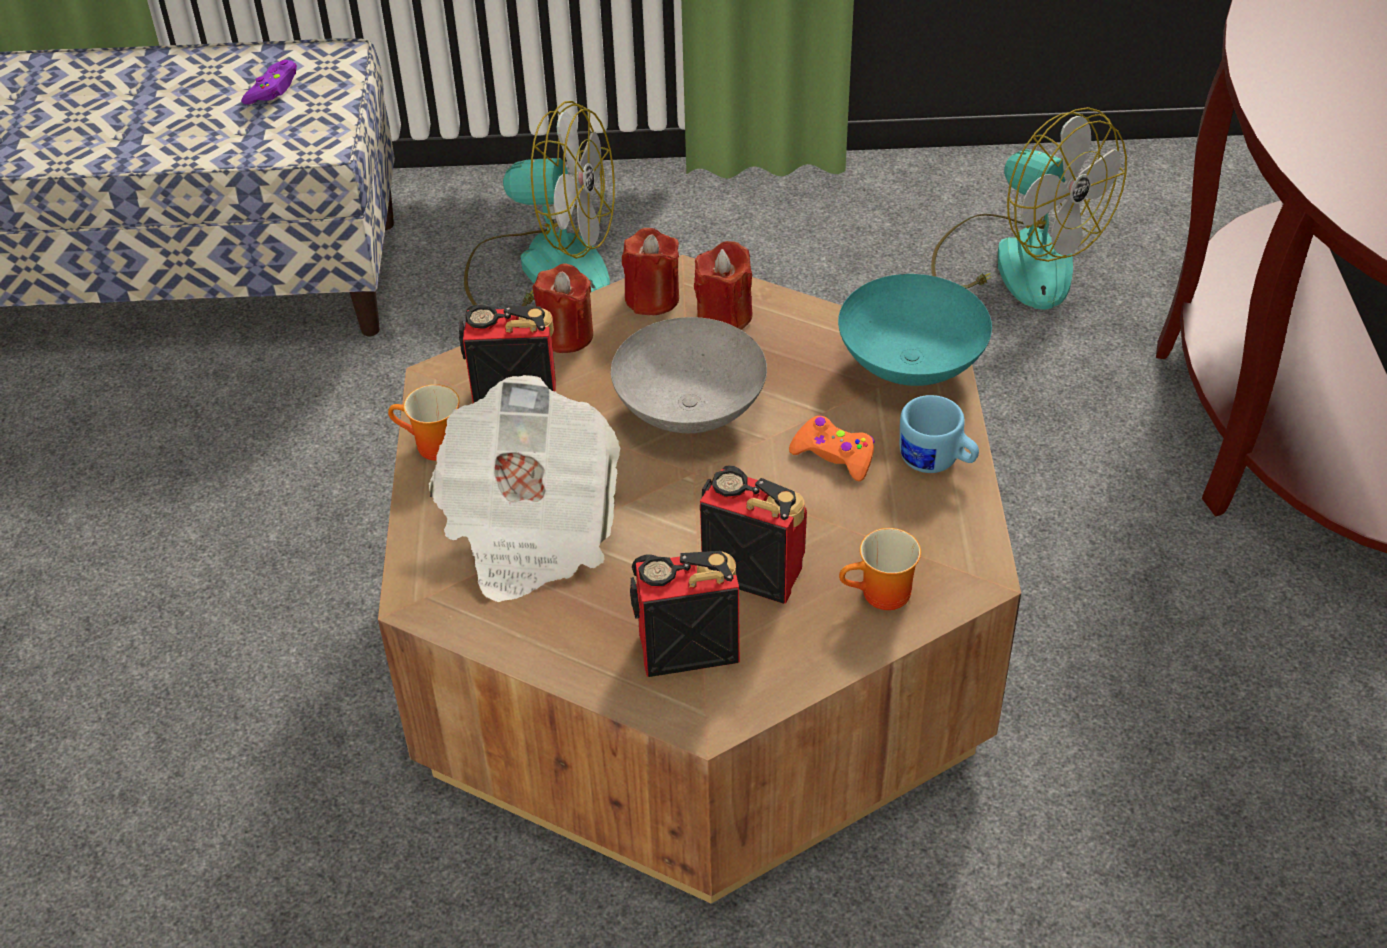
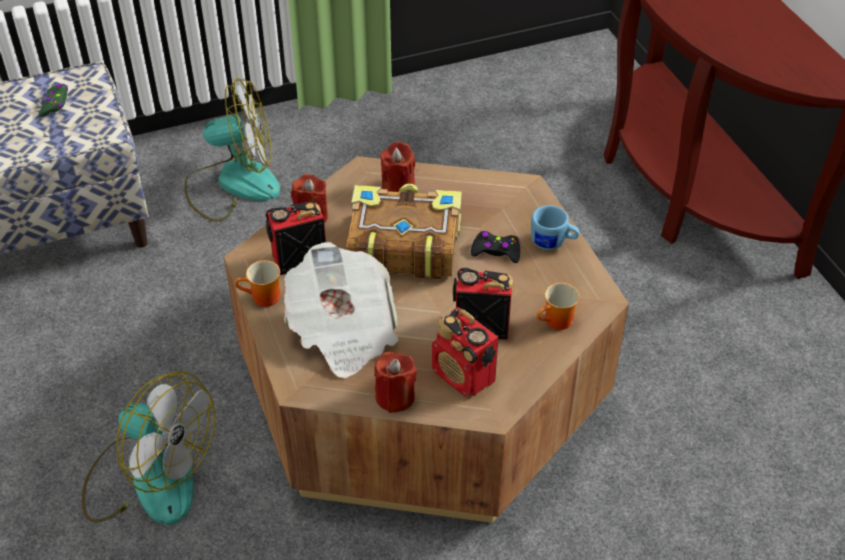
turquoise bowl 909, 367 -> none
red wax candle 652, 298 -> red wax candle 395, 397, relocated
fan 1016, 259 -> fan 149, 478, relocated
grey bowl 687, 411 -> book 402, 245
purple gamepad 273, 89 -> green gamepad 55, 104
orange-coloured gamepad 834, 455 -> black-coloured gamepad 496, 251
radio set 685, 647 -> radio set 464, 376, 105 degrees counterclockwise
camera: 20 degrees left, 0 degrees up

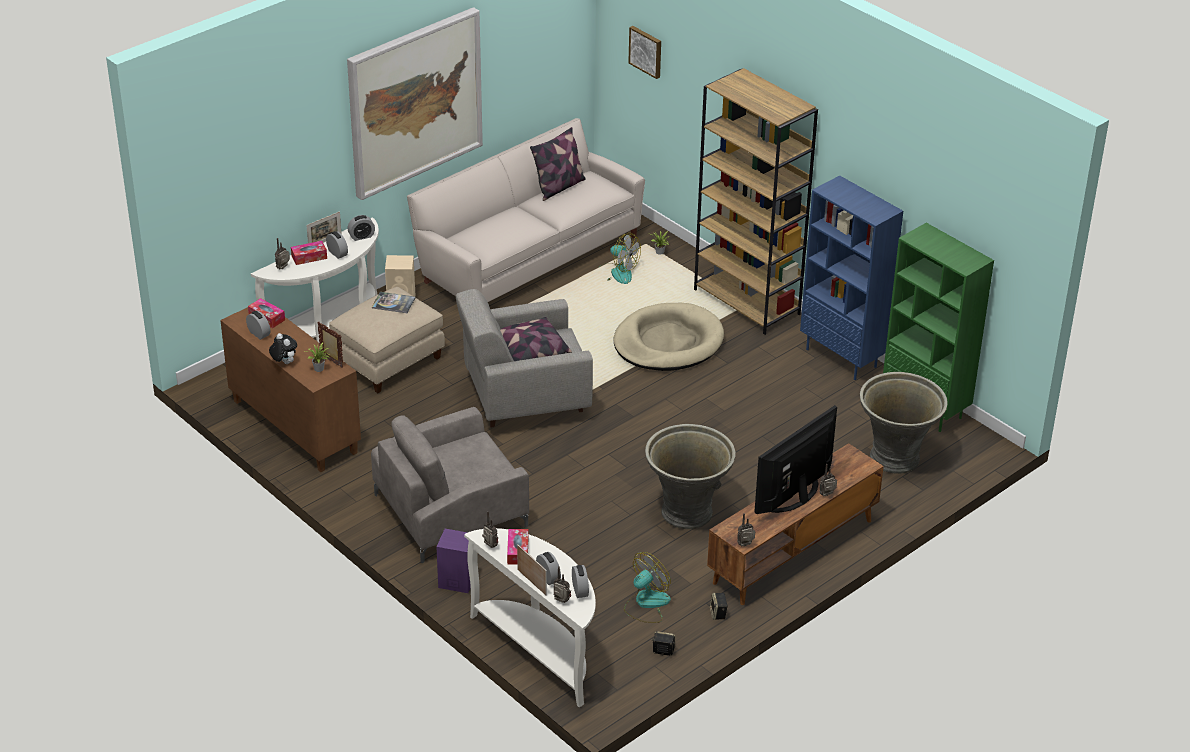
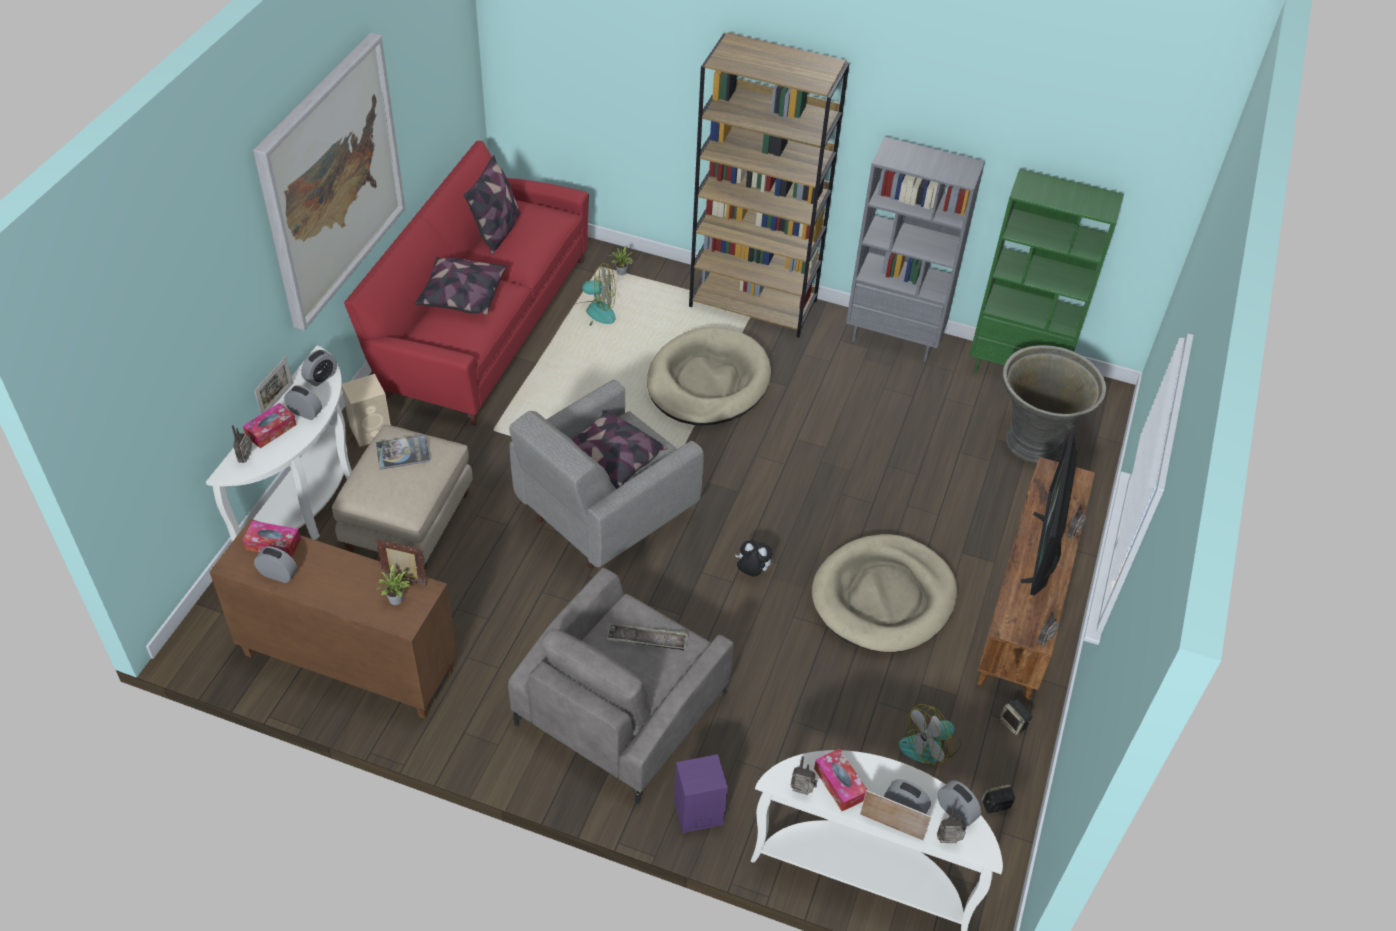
wall art 646, 51 -> none
none -> pillow 461, 296
none -> tray 647, 640
plush toy 284, 362 -> plush toy 751, 572, relocated
grey flower pot 687, 512 -> sand-coloured dog cushion 883, 597
sand-coloured couch 527, 257 -> red couch 481, 324
blue bookcase 842, 358 -> grey bookcase 894, 339
fan 646, 604 -> fan 930, 745, 135 degrees counterclockwise
camera: 30 degrees left, 10 degrees up

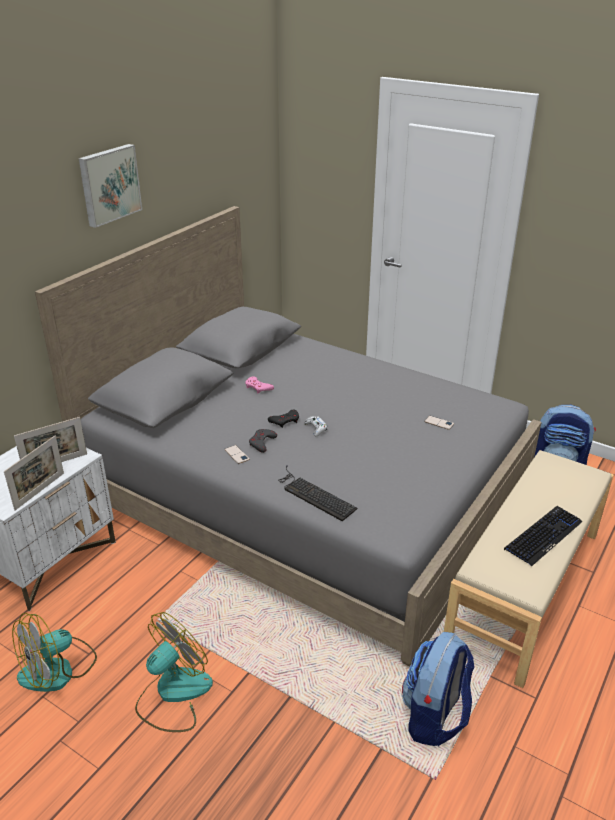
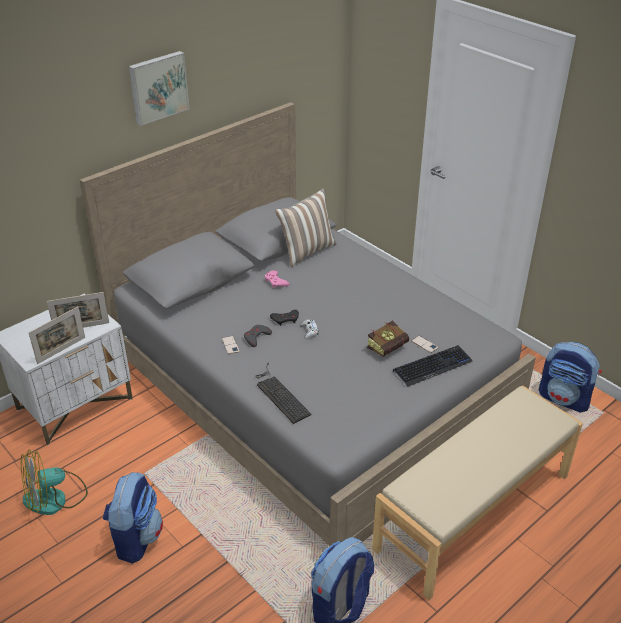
none -> pillow 306, 251
none -> book 390, 347
PC keyboard 543, 536 -> PC keyboard 432, 366, relocated
fan 173, 694 -> backpack 136, 538
camera: 15 degrees right, 5 degrees up

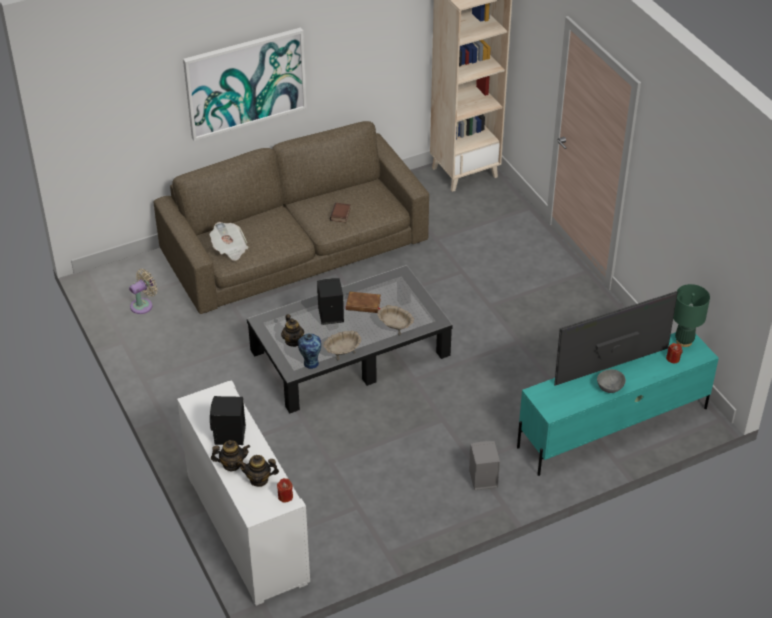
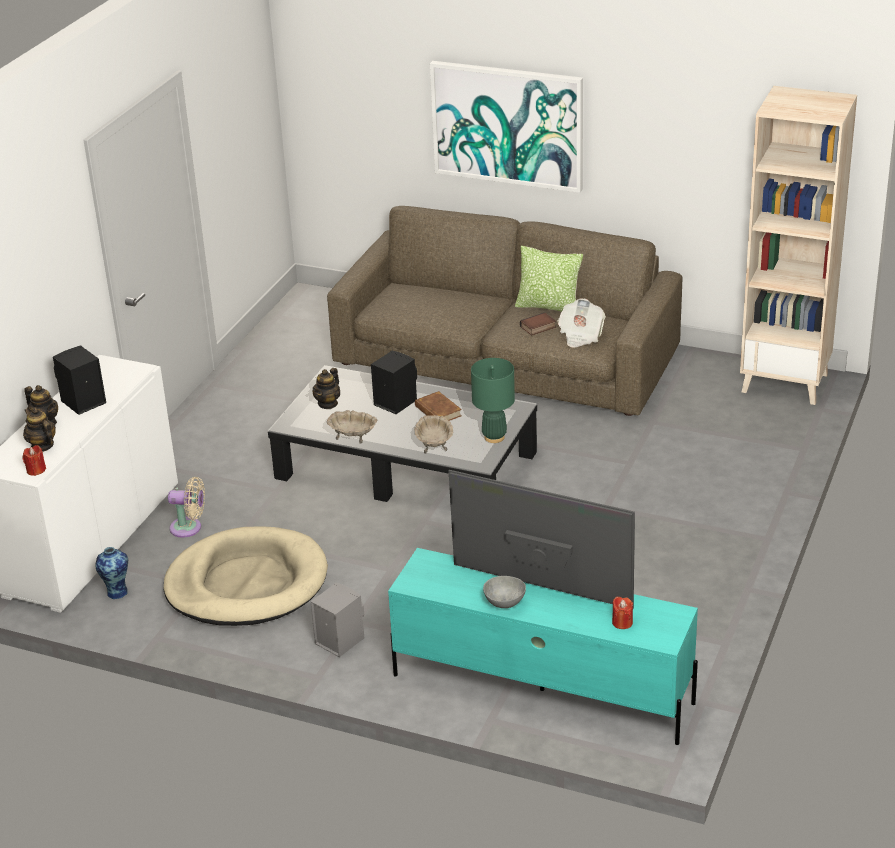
none -> sand-coloured dog cushion 247, 583
none -> pillow 548, 307
sand-coloured fan 143, 305 -> sand-coloured fan 189, 528, relocated
printed paper 229, 249 -> printed paper 580, 335, relocated
vase 310, 363 -> vase 117, 592, relocated
green lamp for a table 684, 341 -> green lamp for a table 494, 437, relocated
camera: 50 degrees right, 10 degrees down

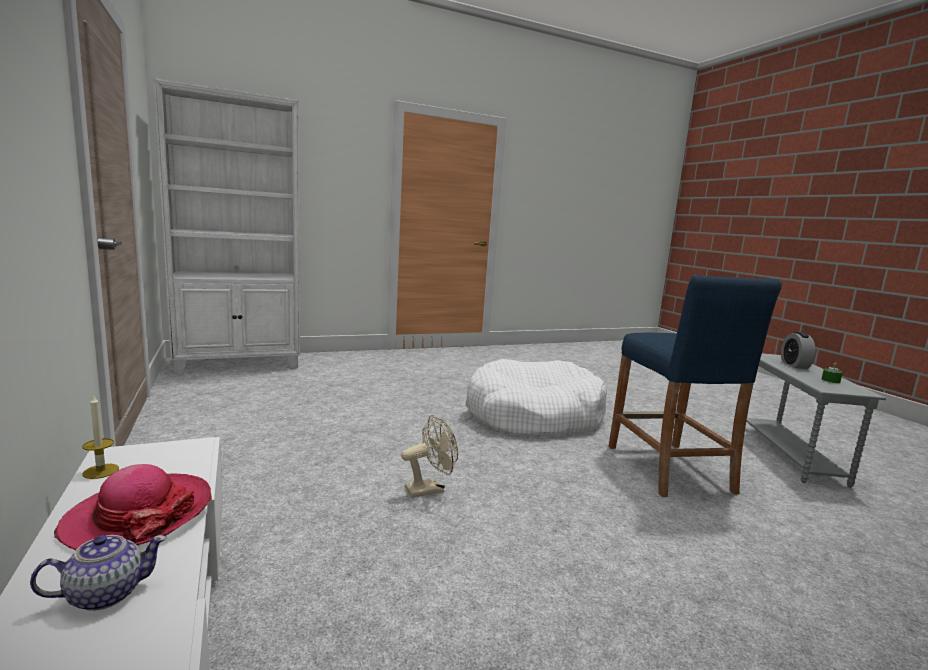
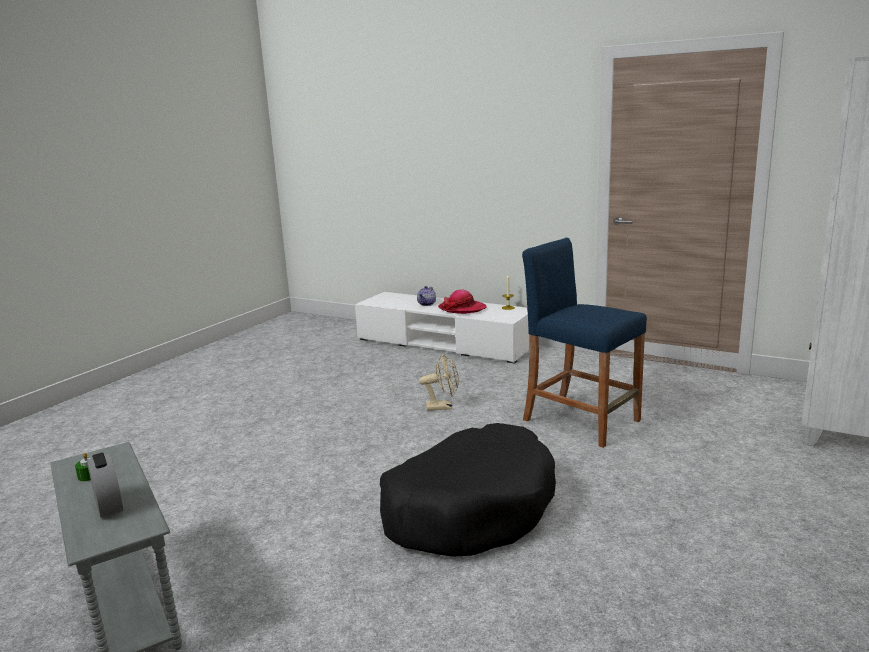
blue stool seat 668, 468 -> blue stool seat 581, 420, relocated
whitish dog cushion 533, 415 -> black-coloured dog cushion 469, 508
sand-coloured fan 430, 489 -> sand-coloured fan 443, 407, 120 degrees counterclockwise
camera: 145 degrees right, 5 degrees up

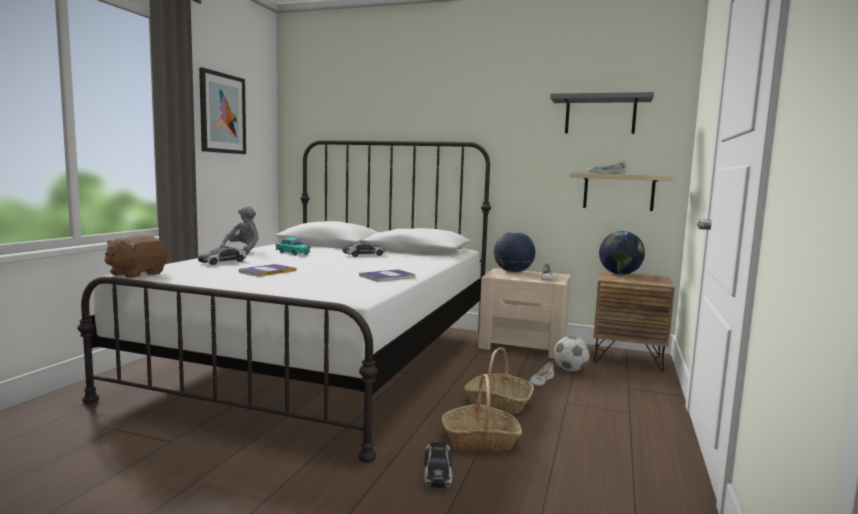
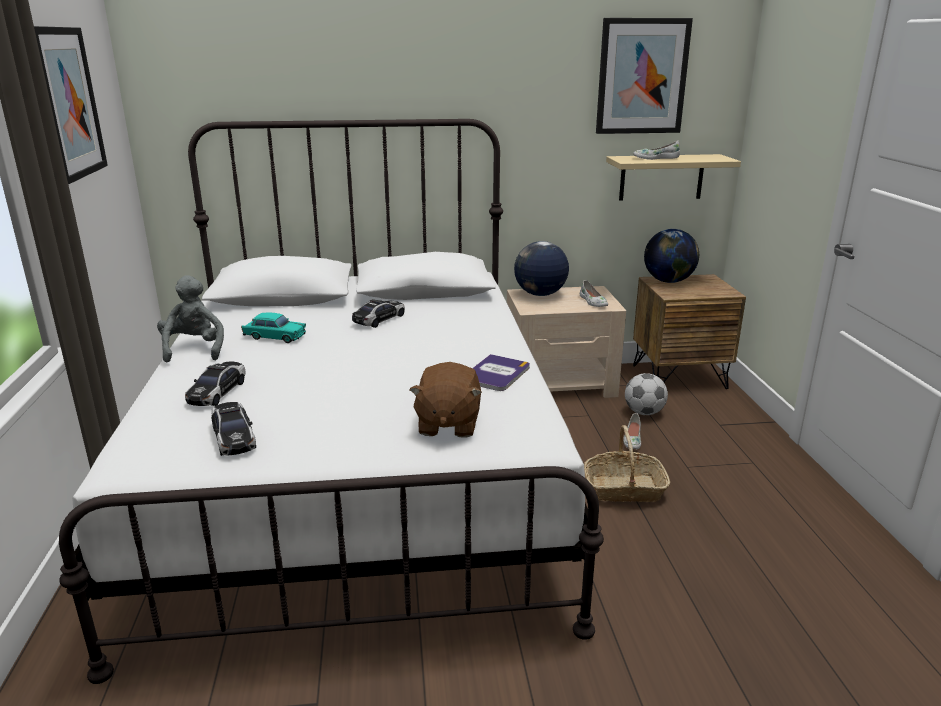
book 267, 271 -> none
basket 480, 440 -> none
brown plush toy 136, 274 -> brown plush toy 447, 424, relocated
toy car 437, 472 -> toy car 233, 437, relocated
grey wall shelf 600, 115 -> wall art 642, 77
camera: 25 degrees left, 15 degrees up

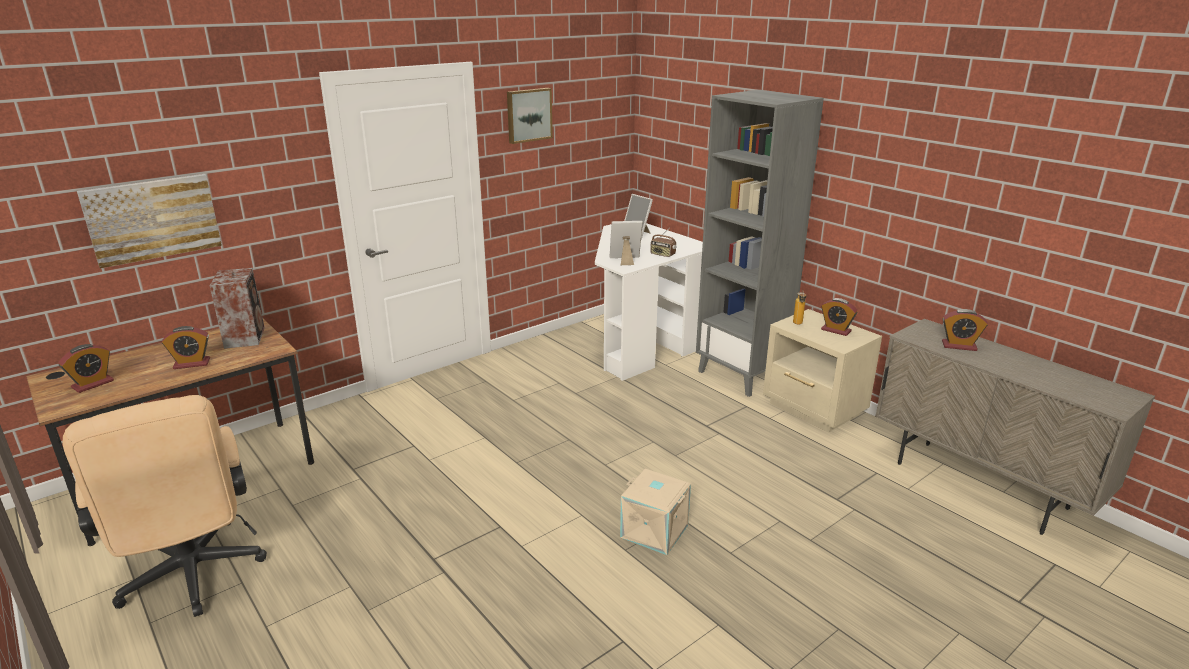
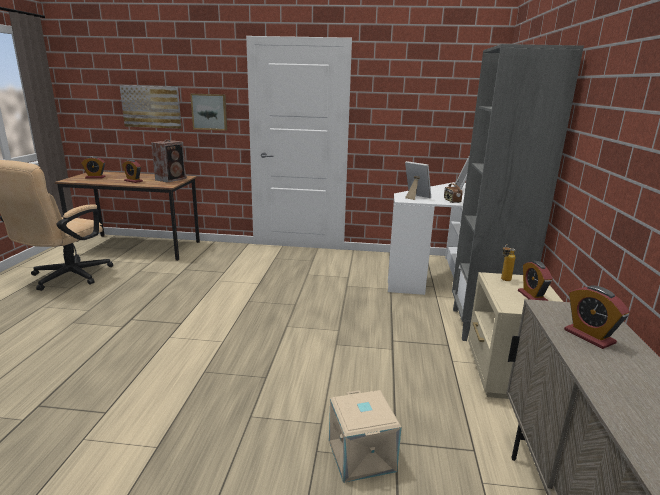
wall art 528, 115 -> wall art 209, 112, relocated
sand-coloured storage box 655, 530 -> sand-coloured storage box 362, 455, relocated
camera: 45 degrees right, 5 degrees down

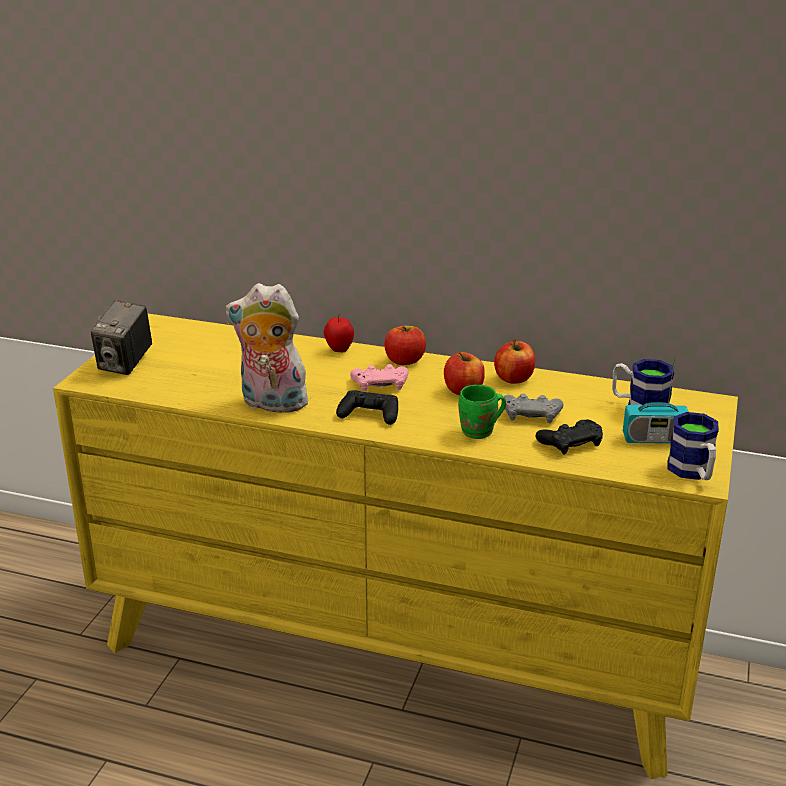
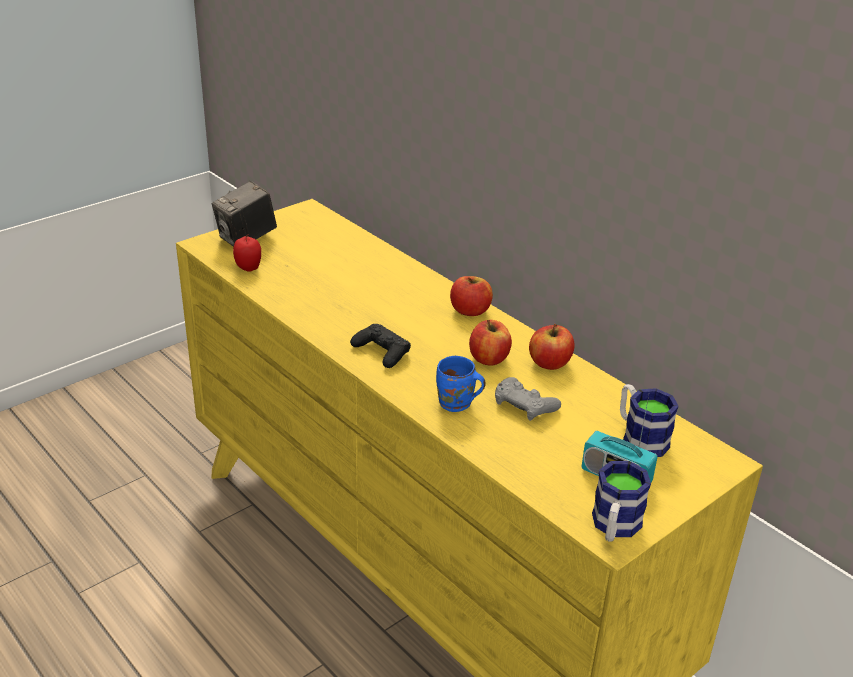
plush toy 271, 404 -> none
pinkish gamepad 380, 384 -> none
black-coloured gamepad 570, 443 -> none
apple 339, 350 -> apple 248, 268, relocated
green coffee mug 480, 432 -> blue coffee mug 456, 405
camera: 30 degrees right, 5 degrees up

